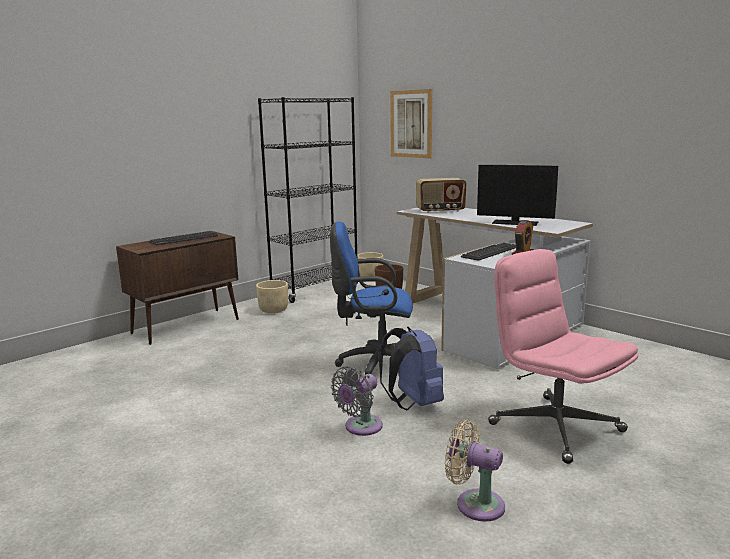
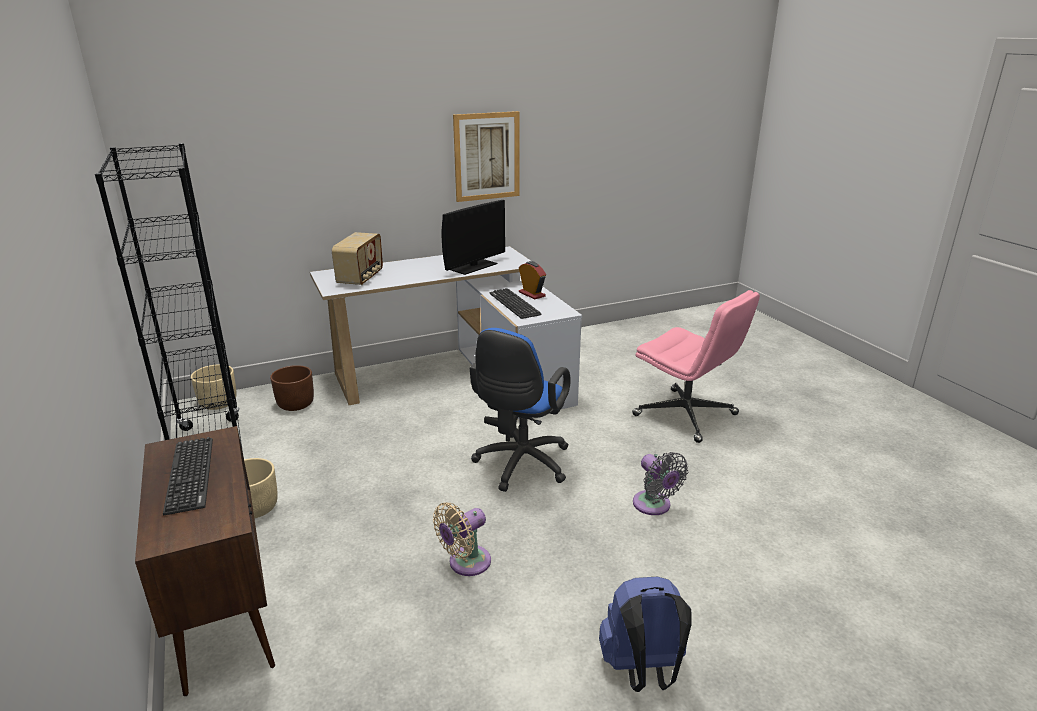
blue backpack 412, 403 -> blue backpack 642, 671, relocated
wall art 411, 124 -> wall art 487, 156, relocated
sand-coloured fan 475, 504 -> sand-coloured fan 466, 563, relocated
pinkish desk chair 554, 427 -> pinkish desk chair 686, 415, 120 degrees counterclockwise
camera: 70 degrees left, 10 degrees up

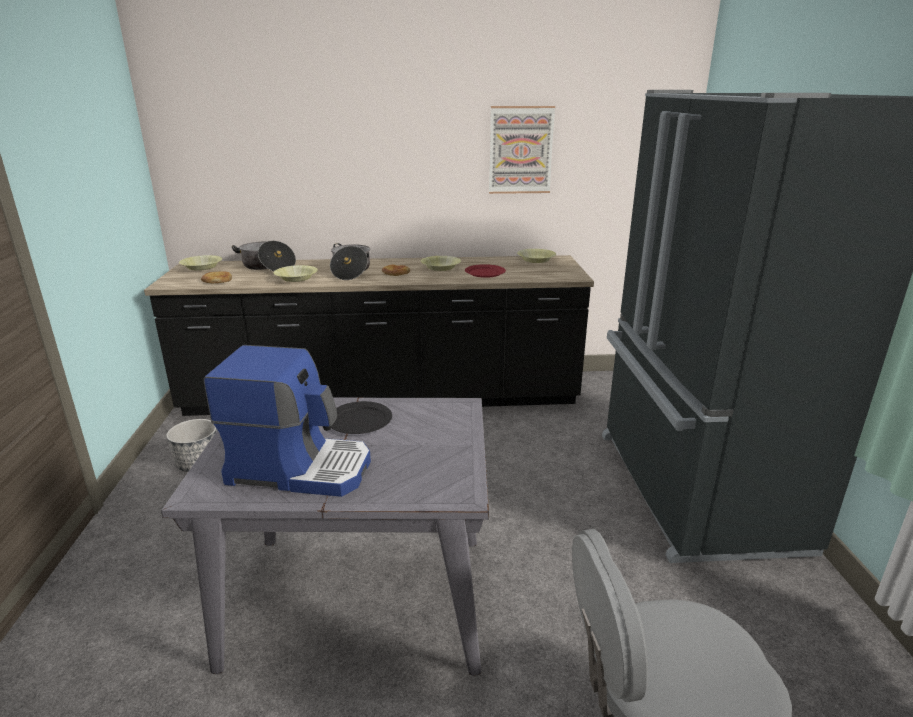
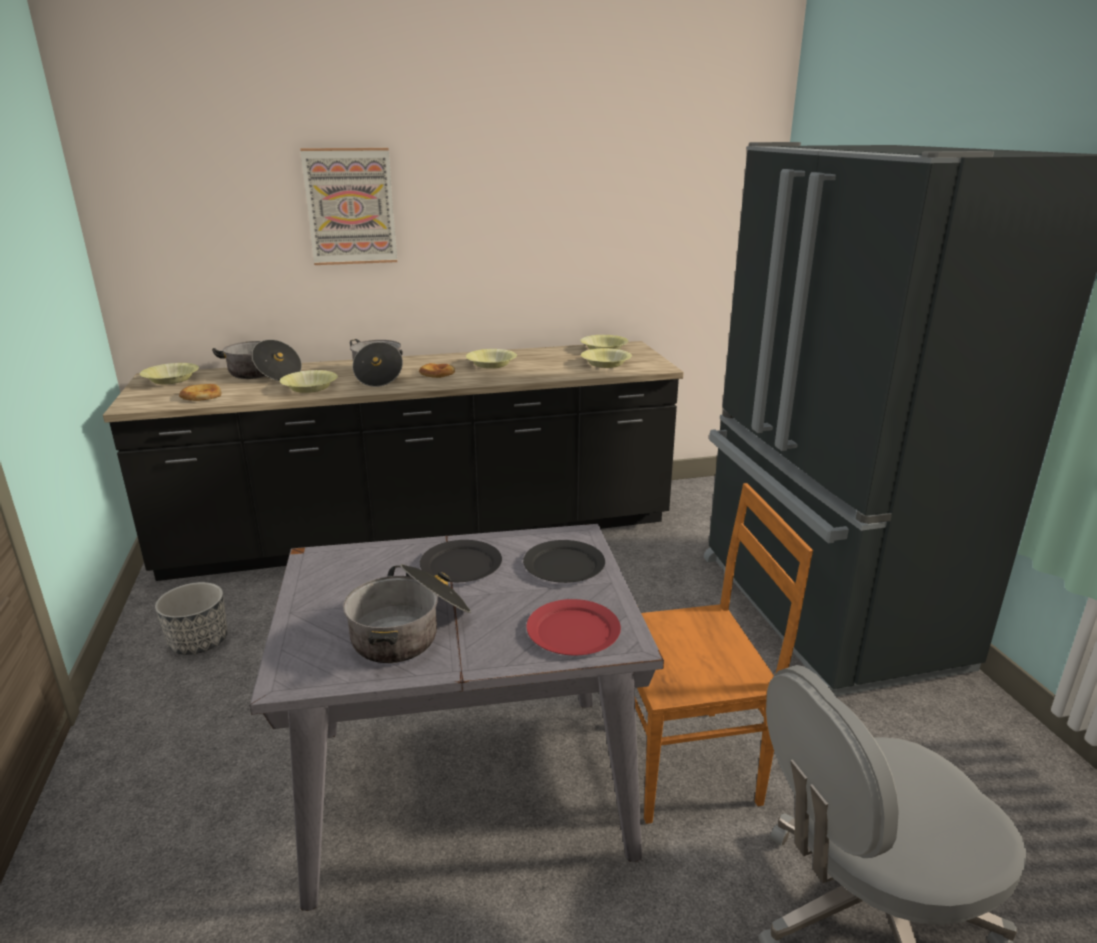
none -> black-coloured plate 564, 565
none -> yellow-coloured bowl 606, 364
none -> brown upright chair 687, 762
red plate 485, 273 -> red plate 573, 631, relocated
wall art 520, 150 -> wall art 350, 207, relocated
coffee machine 300, 468 -> stockpot 411, 631
camera: 10 degrees left, 0 degrees up

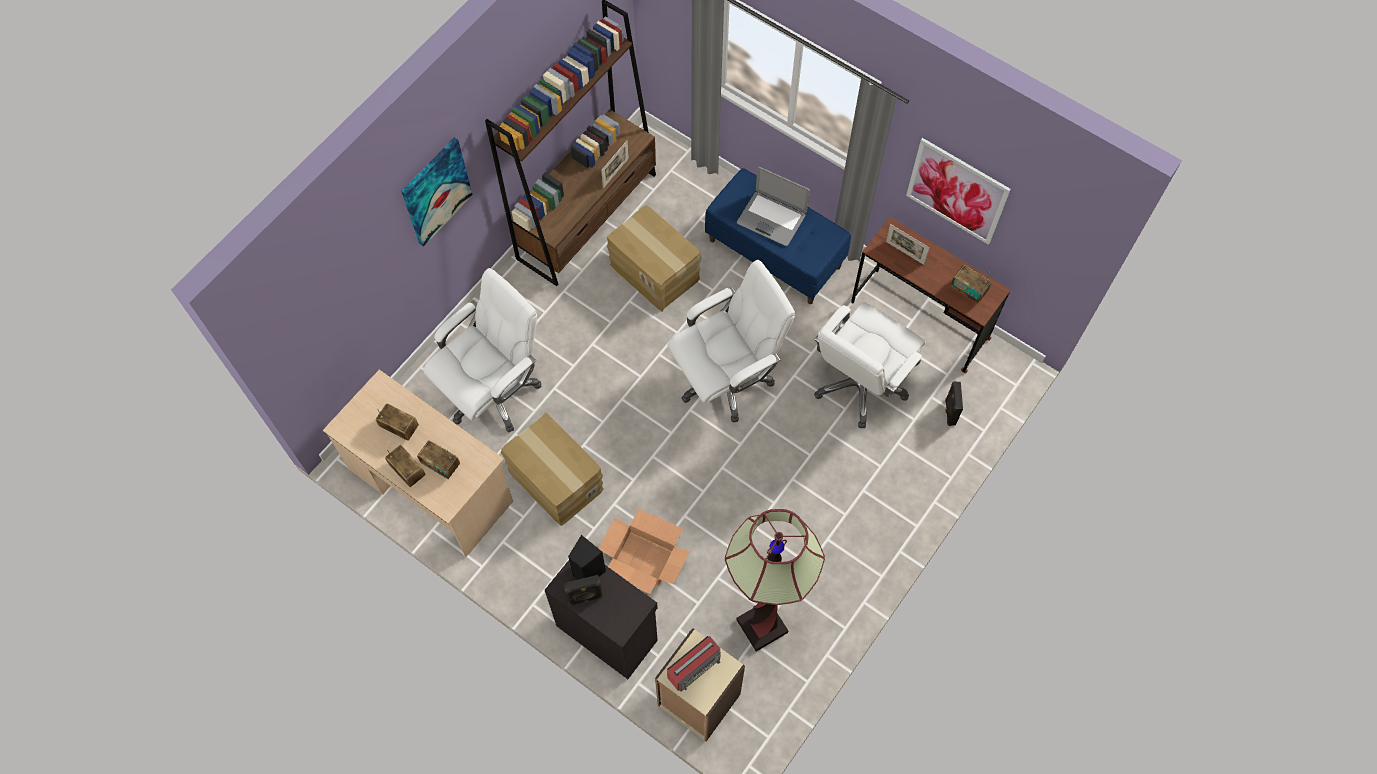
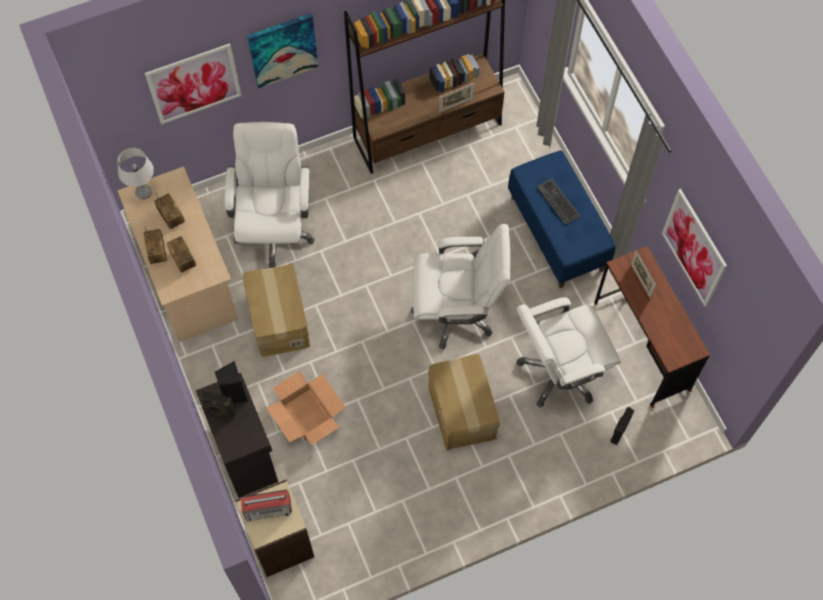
standing lamp 761, 626 -> none
radio set 968, 290 -> none
none -> grey lamp for a table 144, 192
none -> wall art 194, 83
cardboard box 655, 271 -> cardboard box 463, 411, relocated
portable computer 771, 218 -> PC keyboard 558, 201
whitish desk chair 493, 391 -> whitish desk chair 274, 229, 75 degrees counterclockwise
camera: 30 degrees right, 0 degrees up

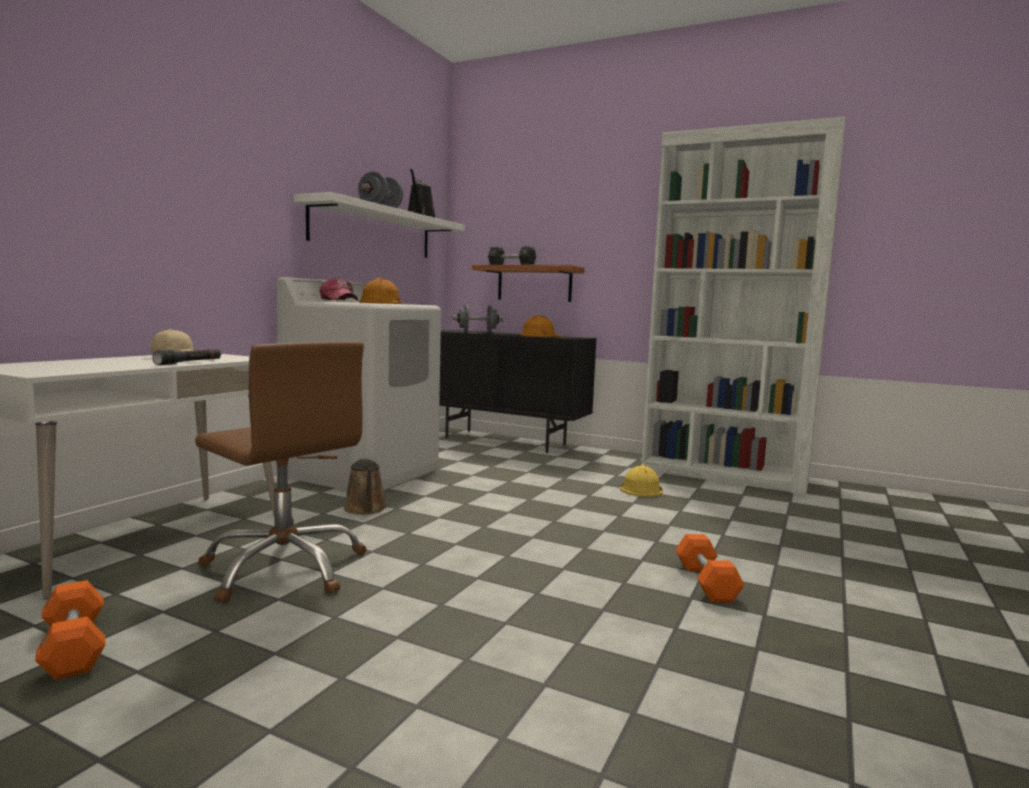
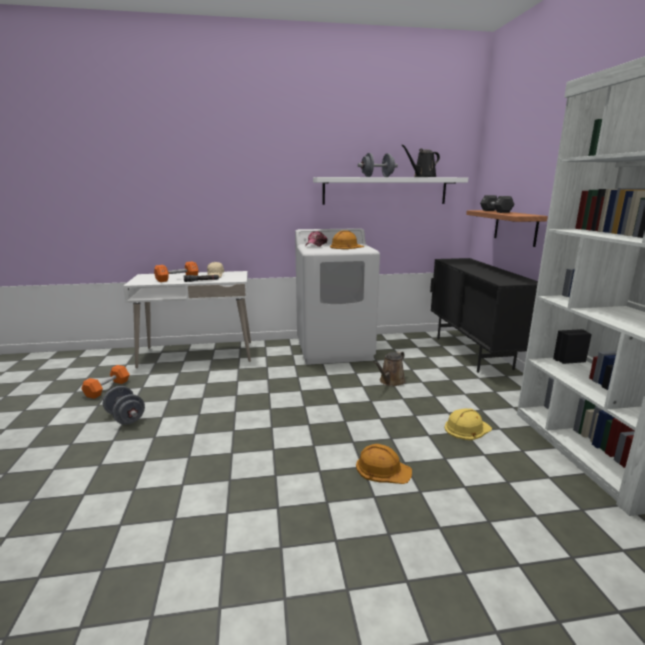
brown desk chair 285, 568 -> none
brown sprinkling can 366, 509 -> brown sprinkling can 390, 382, relocated
grey hand weight 477, 332 -> grey hand weight 125, 418, relocated
orange-coloured work helmet 540, 335 -> orange-coloured work helmet 382, 469, relocated
orange-coloured hand weight 706, 582 -> orange-coloured hand weight 177, 279, relocated
camera: 55 degrees right, 10 degrees up

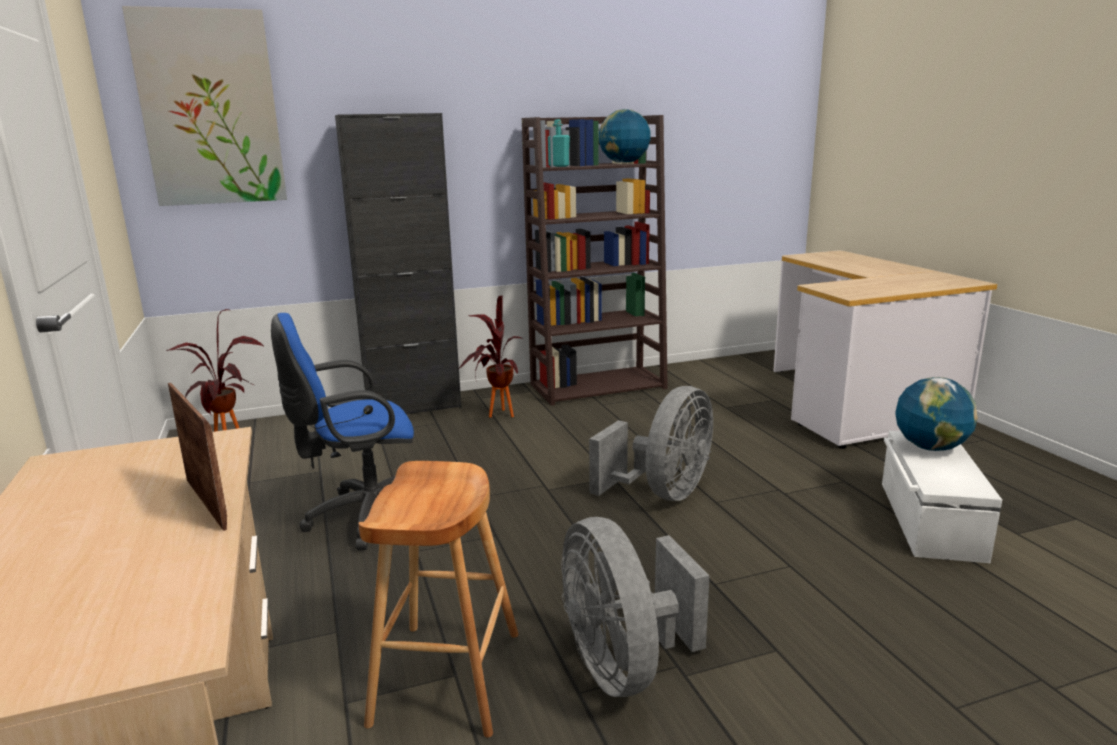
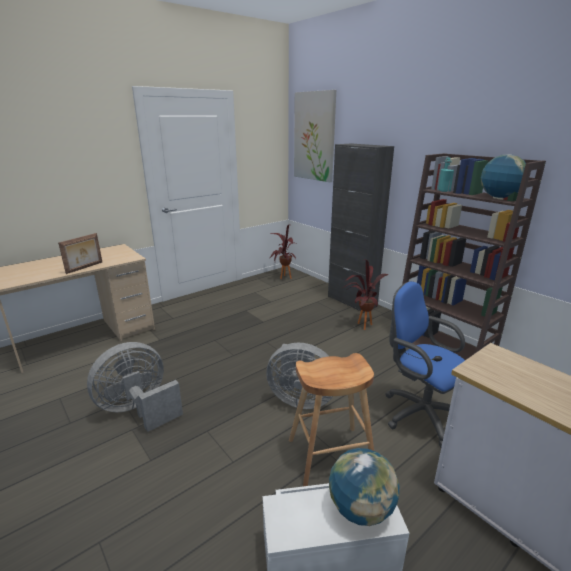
blue desk chair 364, 517 -> blue desk chair 418, 413, relocated
brown stool seat 447, 676 -> brown stool seat 331, 455, relocated
camera: 70 degrees right, 5 degrees up

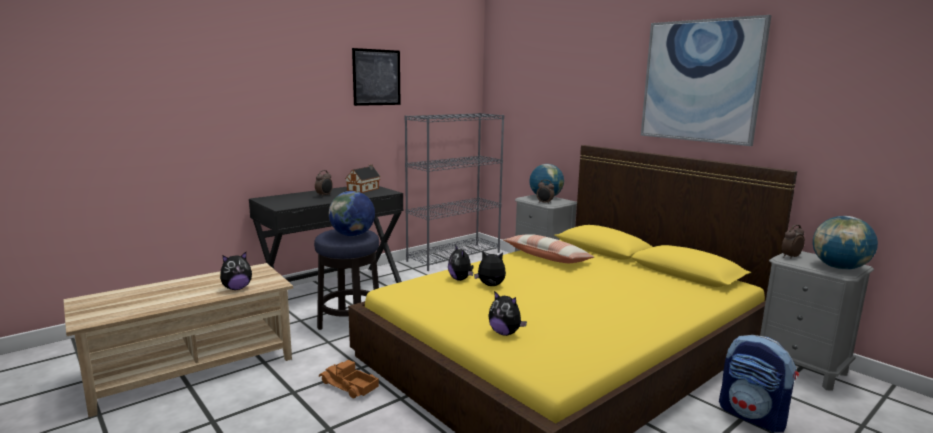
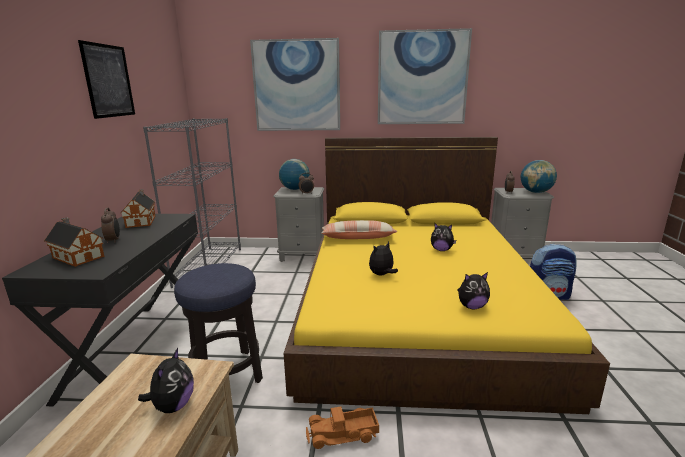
desk globe 352, 235 -> none
none -> miniature house 77, 256
none -> wall art 296, 86
plush toy 460, 279 -> plush toy 441, 250, relocated
camera: 45 degrees left, 5 degrees up

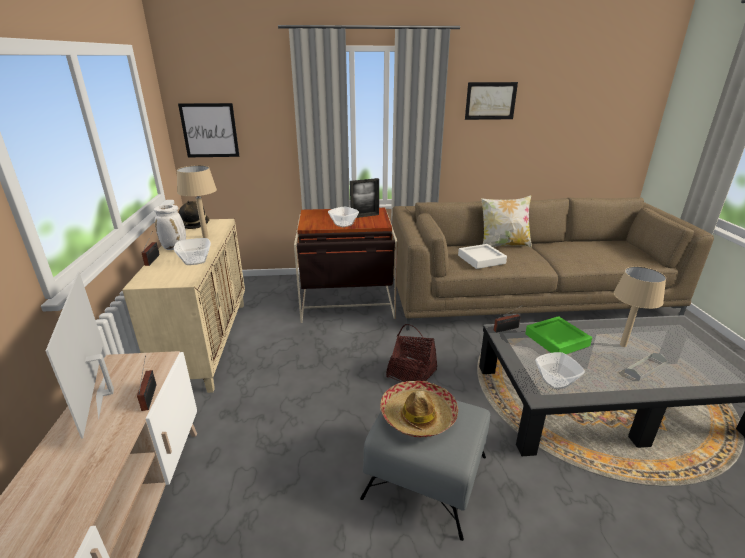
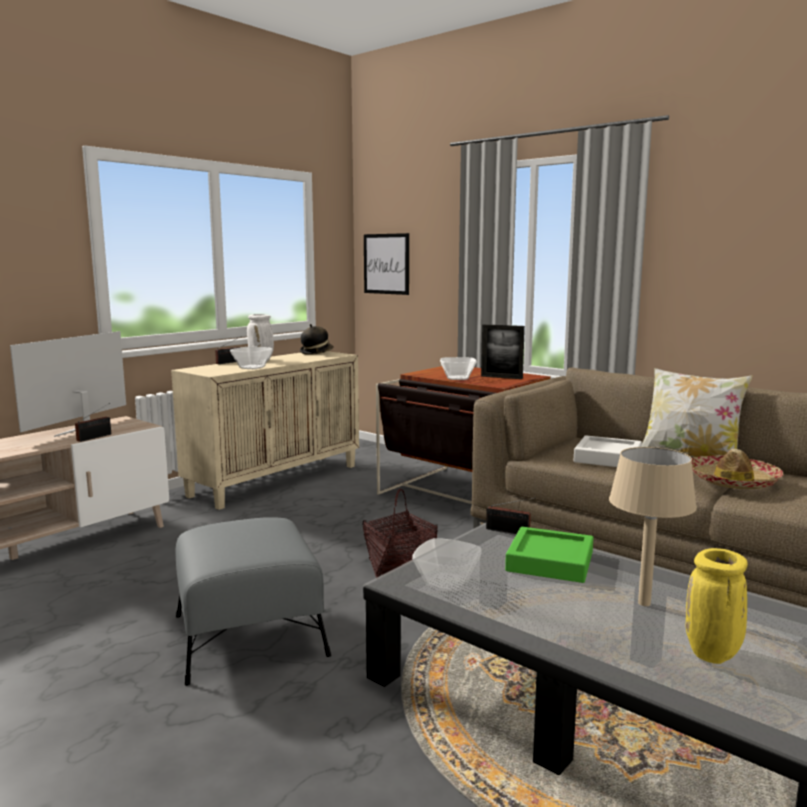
sand-coloured lamp for a table 205, 237 -> none
wall art 490, 101 -> none
grey tray 645, 368 -> none
none -> yellow-coloured vase 713, 655
clothing hat 418, 416 -> clothing hat 732, 481, relocated
camera: 45 degrees right, 15 degrees down

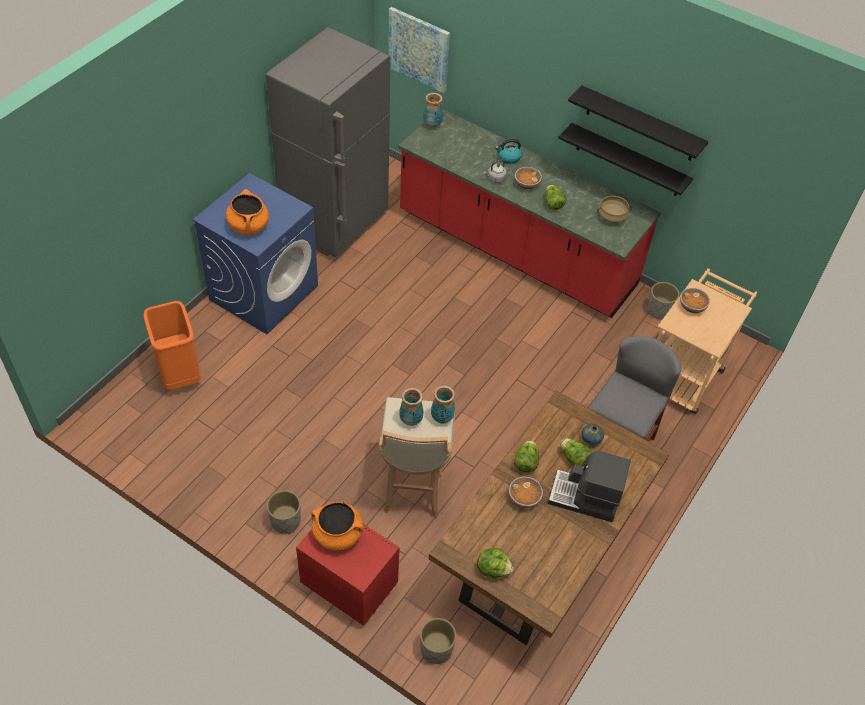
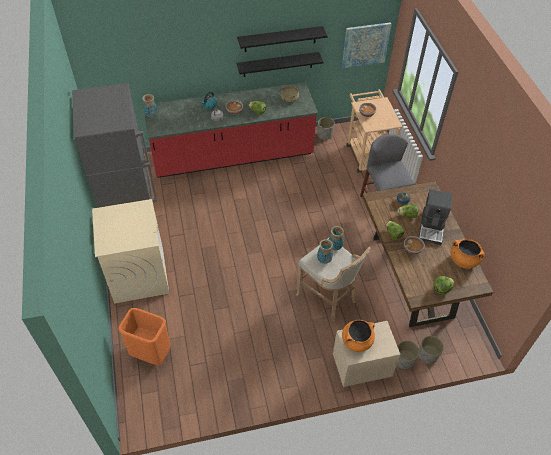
orange-coloured stockpot 248, 226 -> orange-coloured stockpot 463, 260, relocated
grey flower pot 285, 521 -> grey flower pot 404, 361, relocated
wall art 419, 49 -> wall art 365, 44, relocated
blue laundry appliance 264, 292 -> sand-coloured laundry appliance 139, 274
red bedside table 349, 584 -> sand-coloured bedside table 360, 366
coffee machine 584, 498 -> coffee machine 432, 227, 45 degrees counterclockwise
camera: 45 degrees left, 0 degrees up

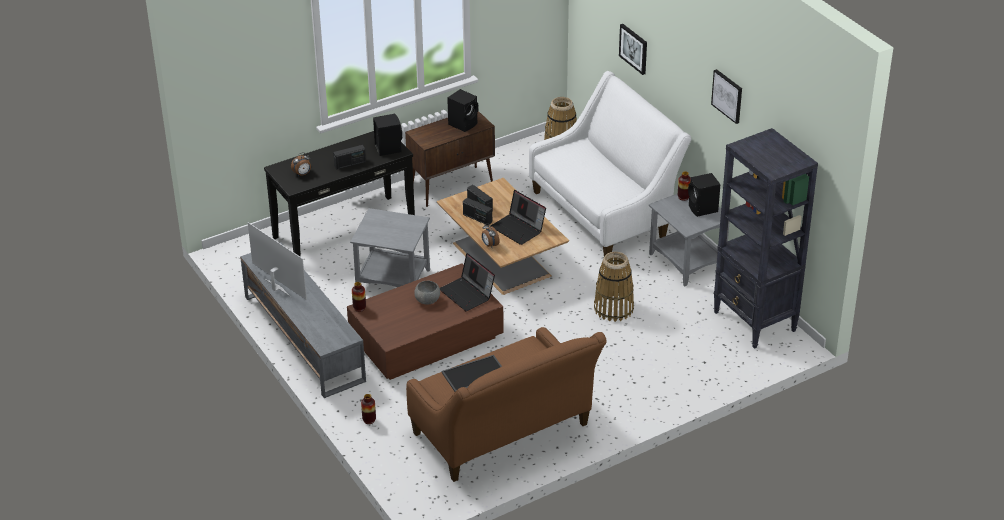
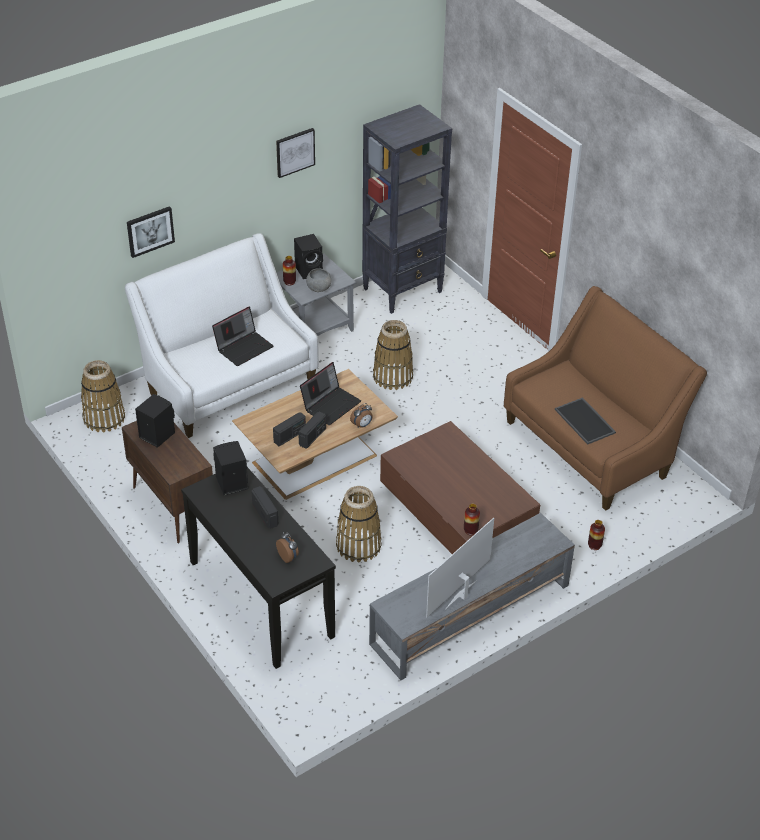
grey bowl 427, 300 -> grey bowl 319, 288, relocated
portable computer 467, 294 -> portable computer 244, 347, relocated
grey side table 392, 280 -> basket 358, 545
camera: 95 degrees left, 5 degrees up

